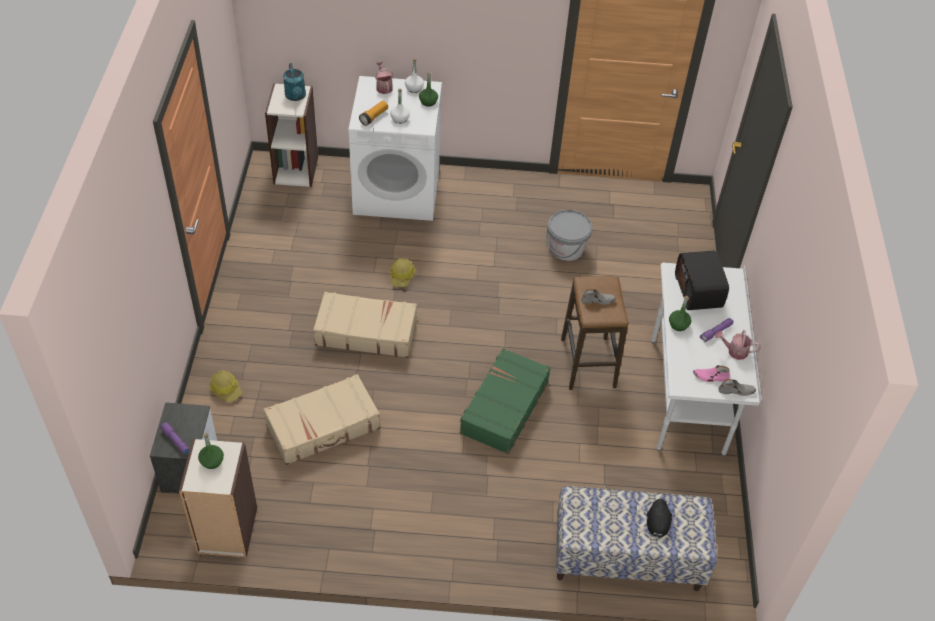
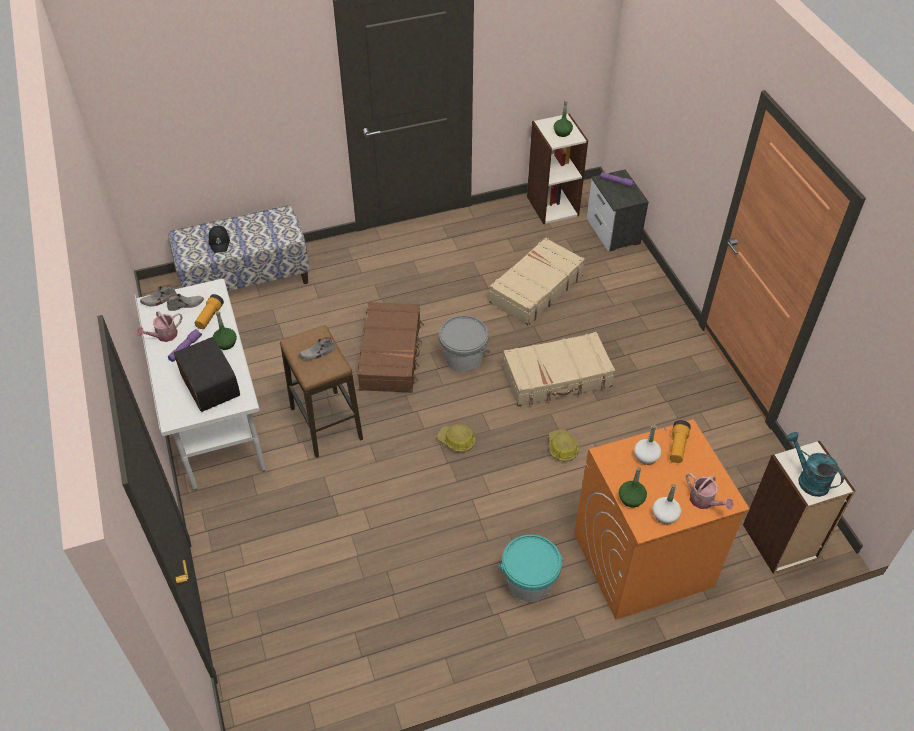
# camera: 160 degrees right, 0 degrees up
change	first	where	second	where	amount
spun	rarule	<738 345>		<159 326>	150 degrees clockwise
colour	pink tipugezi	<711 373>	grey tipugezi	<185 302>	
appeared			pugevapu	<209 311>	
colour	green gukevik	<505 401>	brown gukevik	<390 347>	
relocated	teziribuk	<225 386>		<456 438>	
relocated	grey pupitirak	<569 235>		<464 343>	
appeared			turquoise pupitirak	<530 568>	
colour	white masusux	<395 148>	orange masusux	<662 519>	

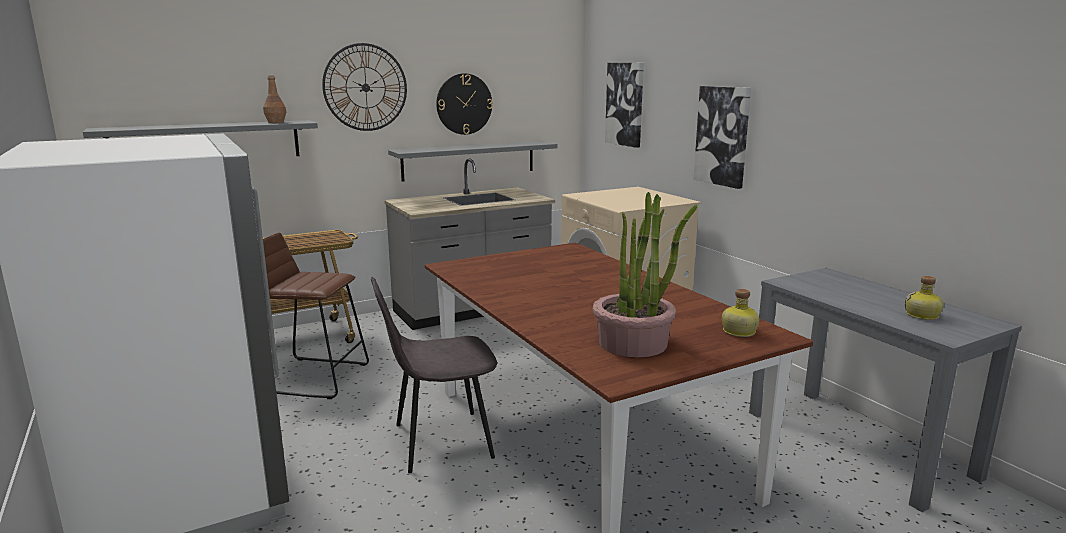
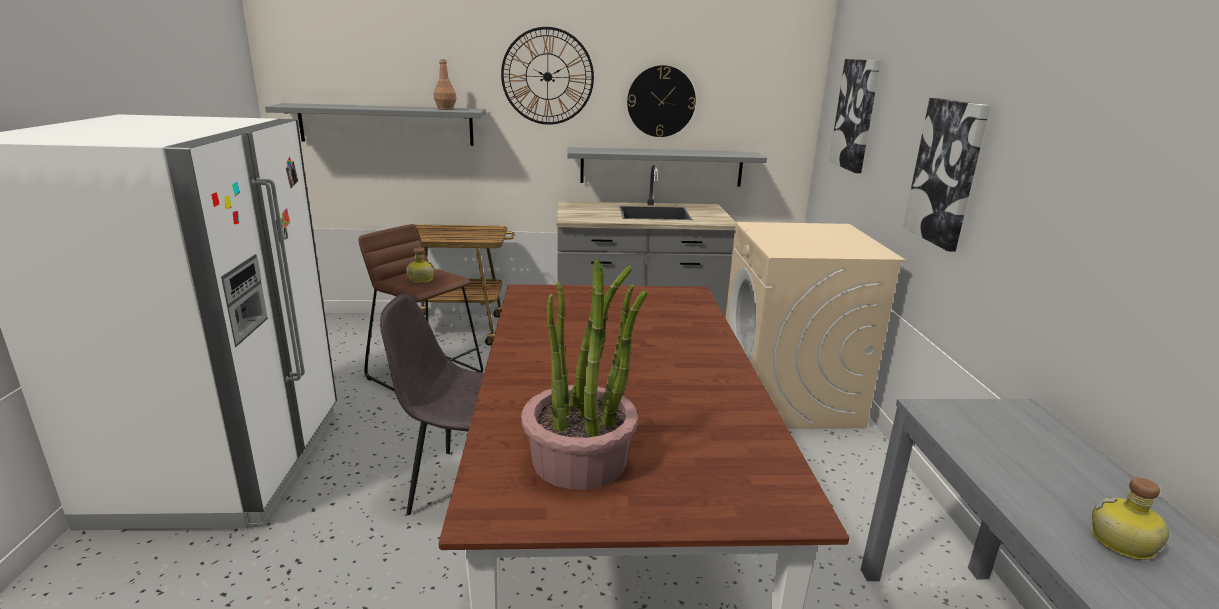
# camera: 25 degrees right, 5 degrees up
change	first	where	second	where	amount
relocated	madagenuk	<741 313>		<420 265>	

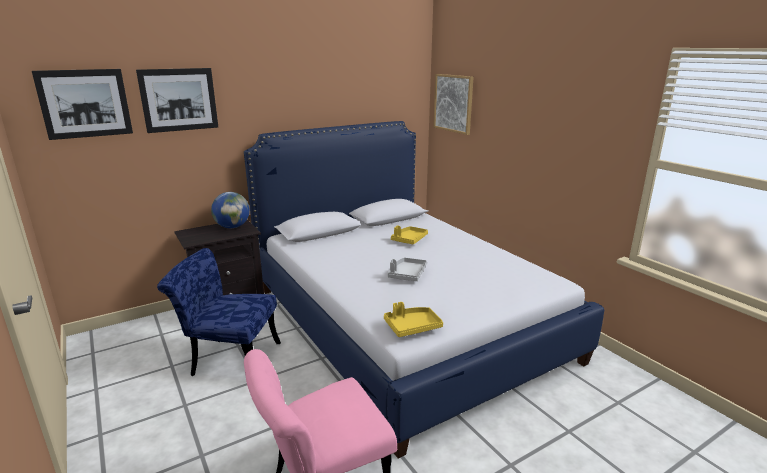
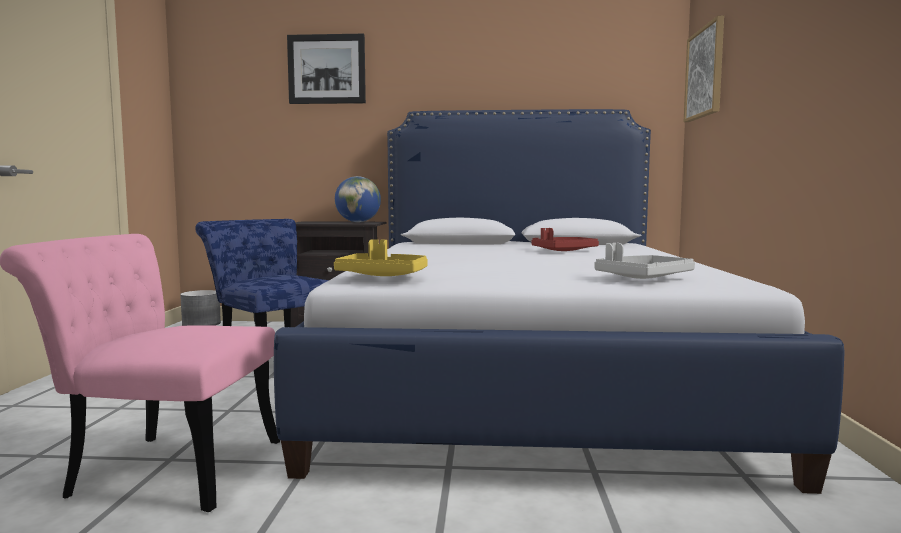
# camera: 35 degrees right, 15 degrees down
change	first	where	second	where	amount
appeared			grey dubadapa	<200 308>	
colour	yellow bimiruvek	<409 235>	red bimiruvek	<565 239>	
relocated	grey bimiruvek	<407 269>		<644 261>	
missing	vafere	<82 104>			

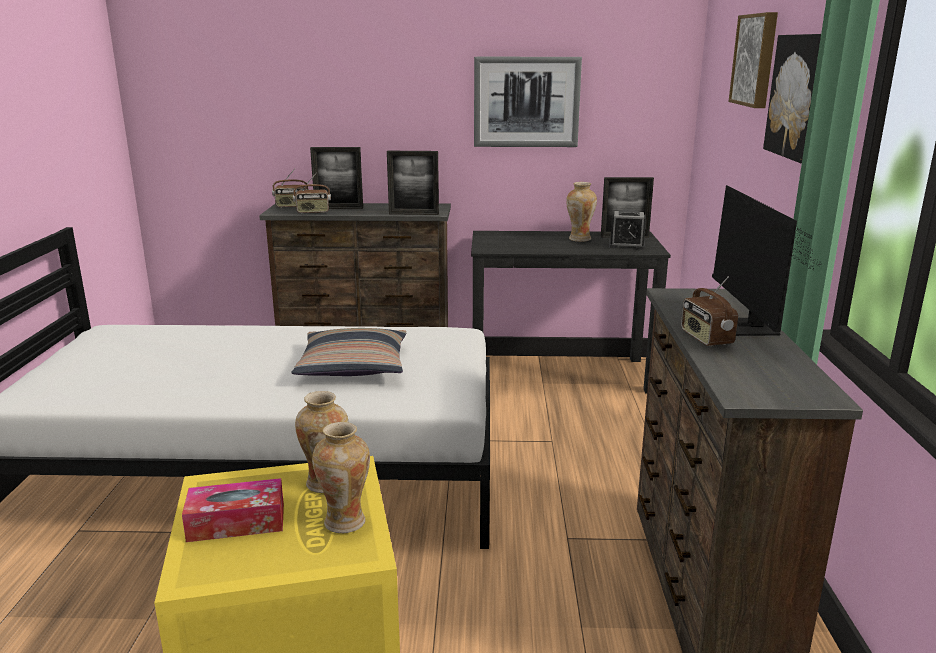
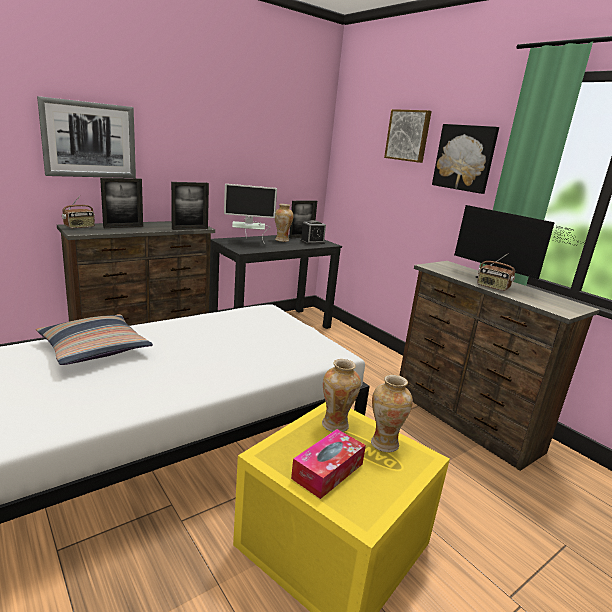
# camera: 40 degrees left, 0 degrees up
change	first	where	second	where	amount
relocated	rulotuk	<349 352>		<94 339>	
relocated	vafere	<528 102>		<86 137>	
appeared			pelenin	<250 214>	
missing	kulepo	<312 193>			

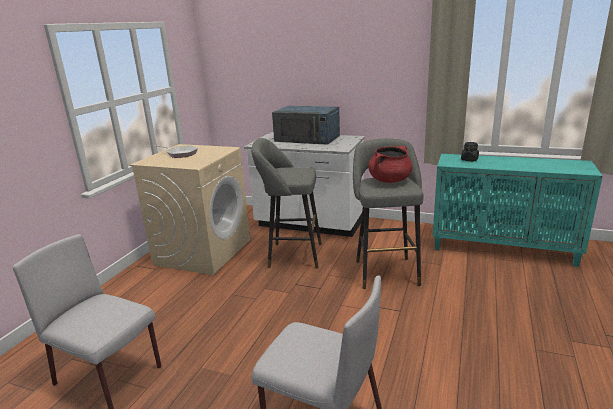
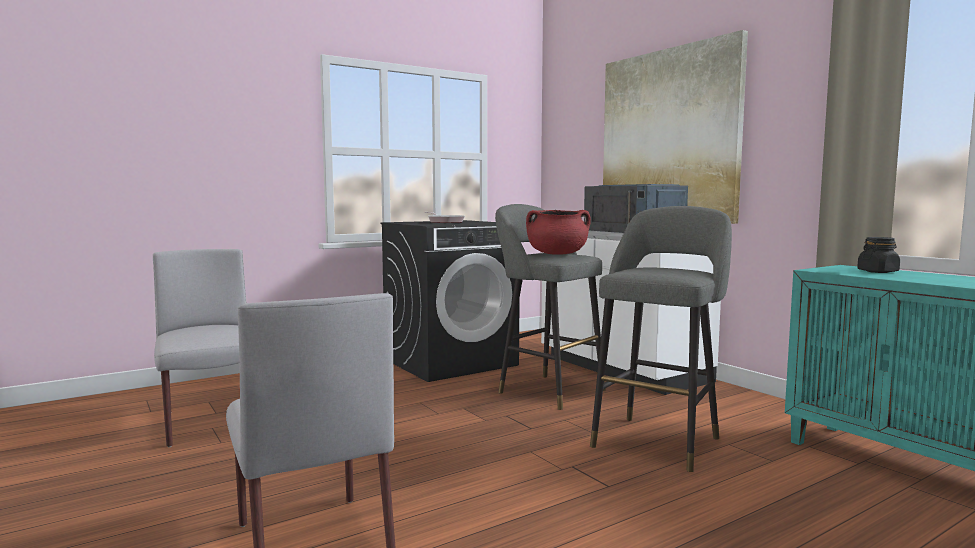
# camera: 35 degrees right, 15 degrees down
change	first	where	second	where	amount
colour	beige masusux	<190 209>	black masusux	<449 301>	
relocated	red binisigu	<390 164>		<558 232>	
appeared			vafere	<675 127>	

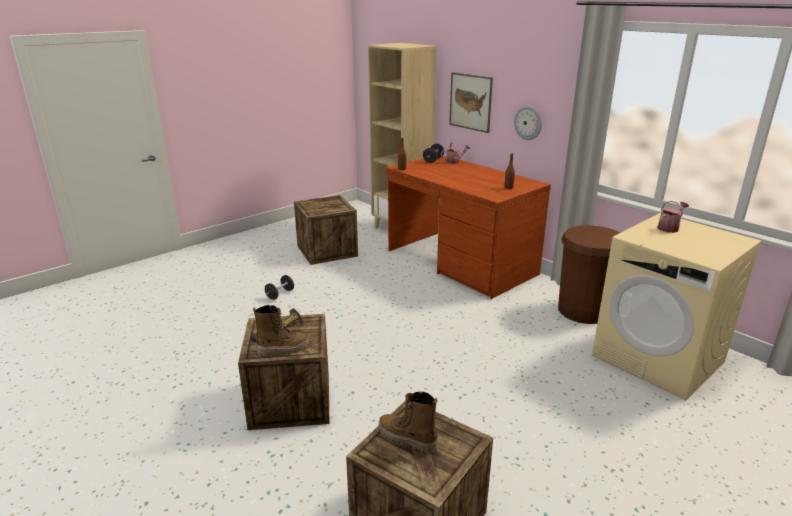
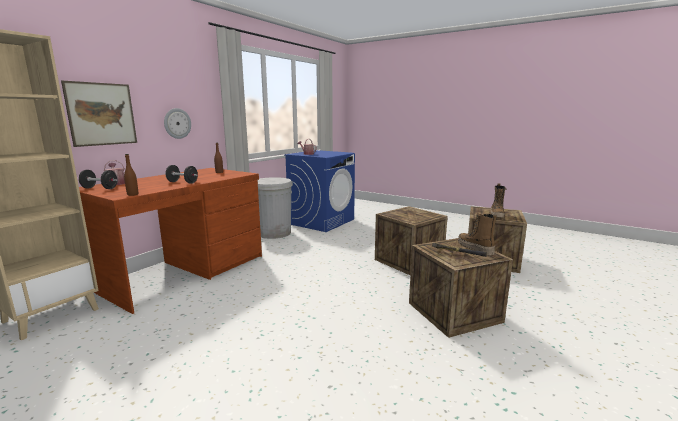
# camera: 105 degrees left, 10 degrees down
change	first	where	second	where	amount
relocated	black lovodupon	<279 287>		<181 174>	
colour	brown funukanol	<589 274>	white funukanol	<275 208>	
colour	beige masusux	<677 306>	blue masusux	<319 191>	
relocated	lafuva	<326 230>		<411 240>	

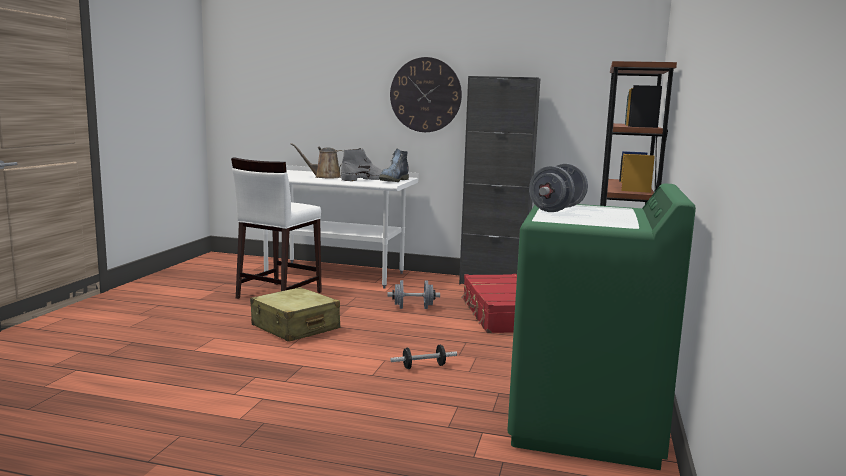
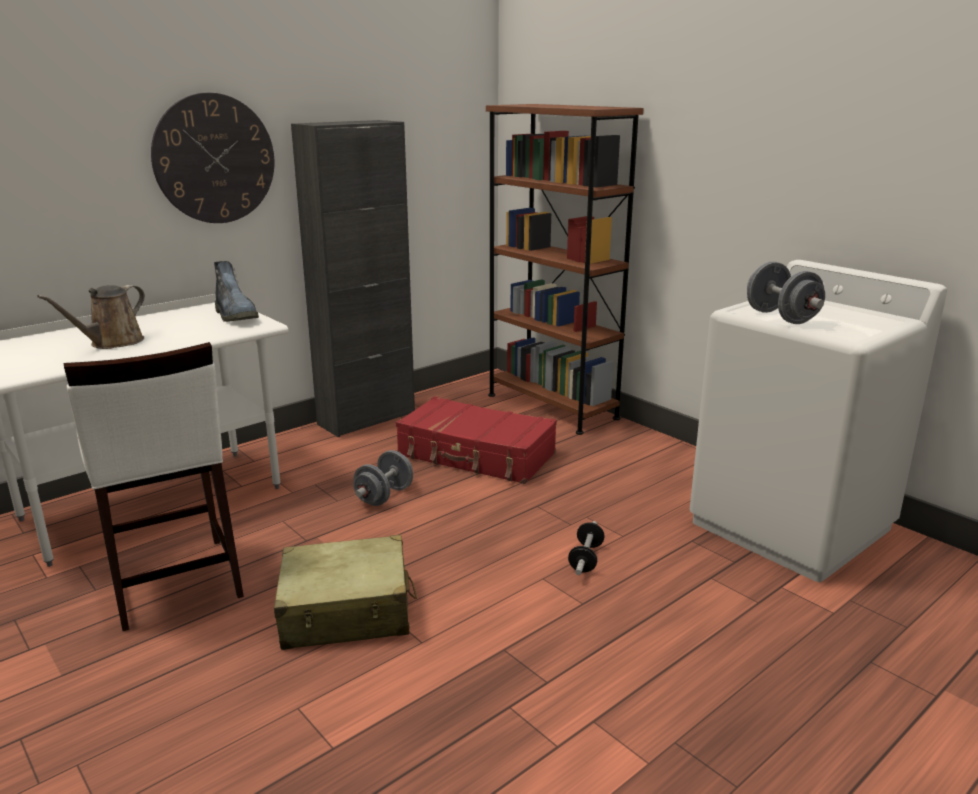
# camera: 55 degrees left, 10 degrees up
change	first	where	second	where	amount
colour	green masusux	<601 326>	white masusux	<818 421>	
missing	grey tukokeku	<361 164>			

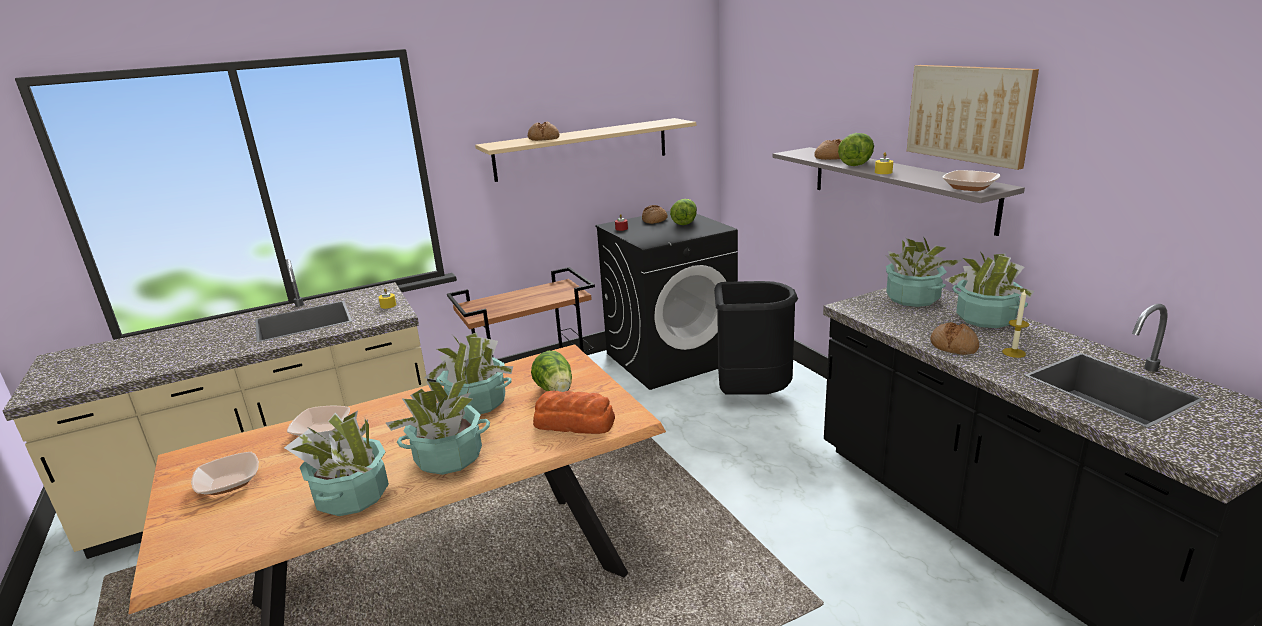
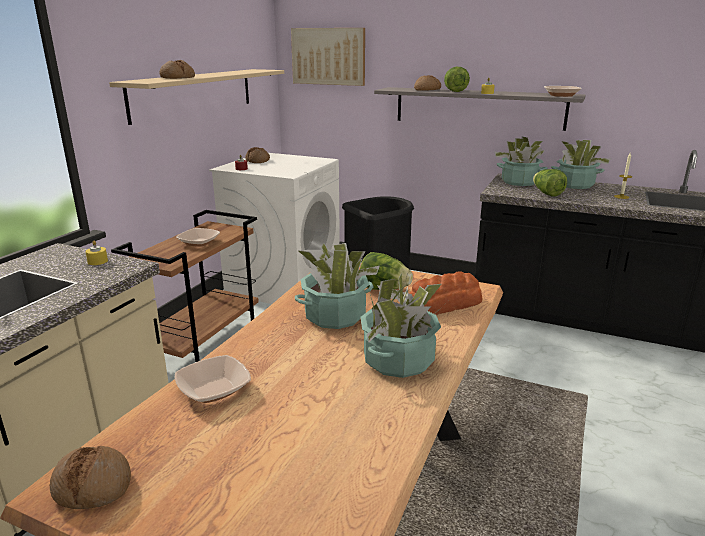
# camera: 40 degrees left, 0 degrees up
change	first	where	second	where	amount
relocated	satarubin	<954 338>		<90 477>	
relocated	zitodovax	<225 473>		<198 237>	
colour	black masusux	<666 300>	white masusux	<274 228>	
relocated	vafere	<973 117>		<328 57>	
relocated	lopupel	<683 212>		<550 182>	
missing	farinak	<336 463>			

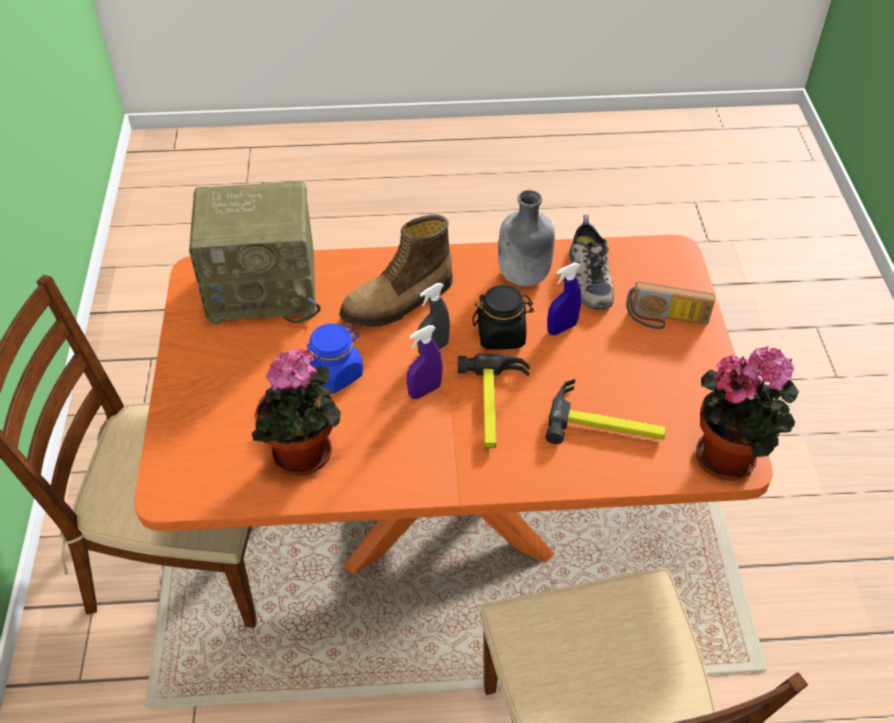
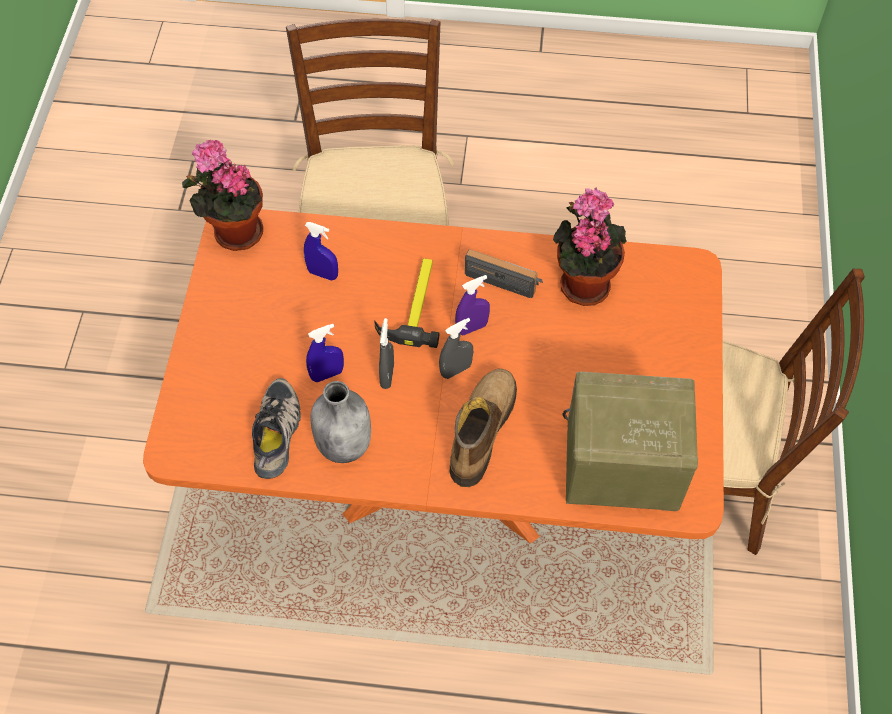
# camera: 170 degrees left, 10 degrees up
change	first	where	second	where	amount
exchanged	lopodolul	<605 411>	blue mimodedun	<321 251>	
exchanged	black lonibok	<503 317>	grey mimodedun	<386 353>	
spun	tukokeku	<396 270>		<483 428>	45 degrees counterclockwise
relocated	kulepo	<670 305>		<504 273>	
missing	blue lonibok	<335 359>			

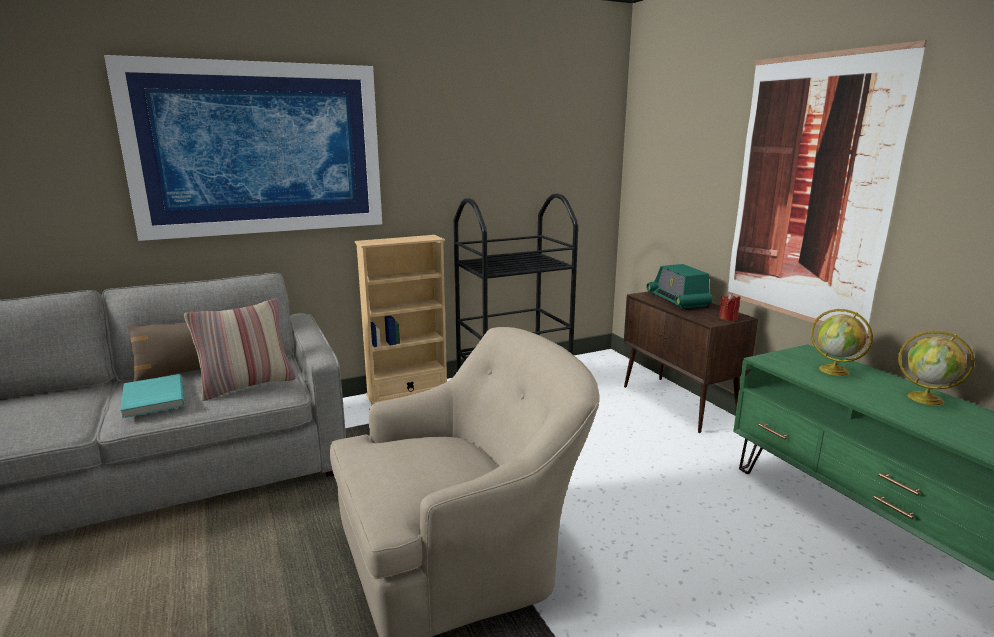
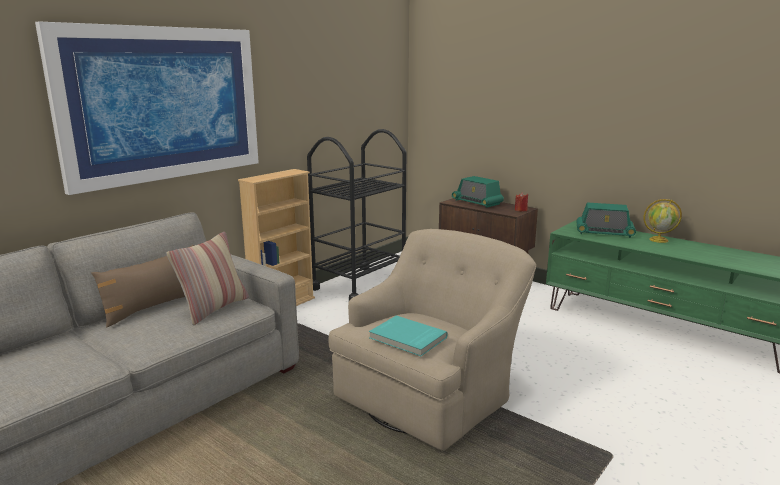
# camera: 25 degrees left, 0 degrees up
change	first	where	second	where	amount
relocated	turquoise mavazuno	<152 396>		<408 336>	
exchanged	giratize	<842 342>	kulepo	<606 220>	
missing	vafere	<827 188>			

